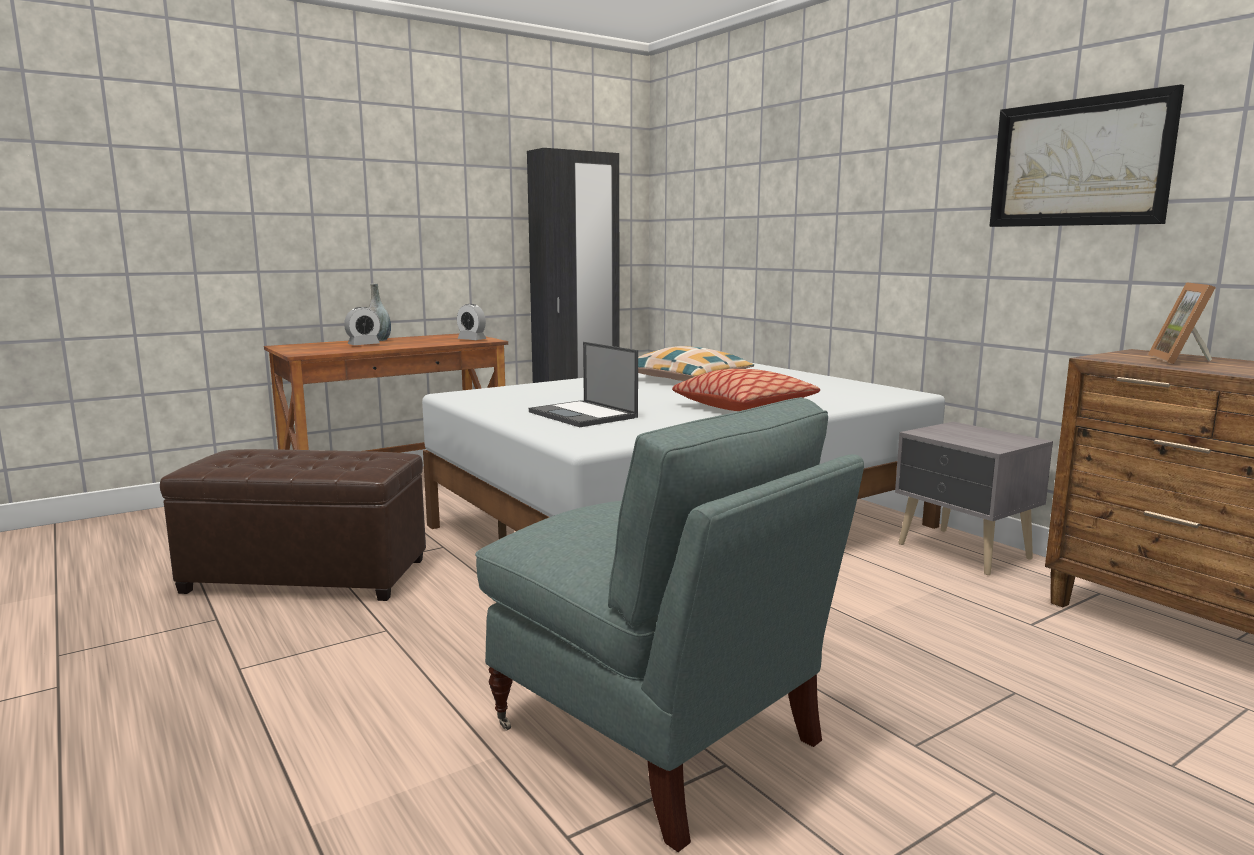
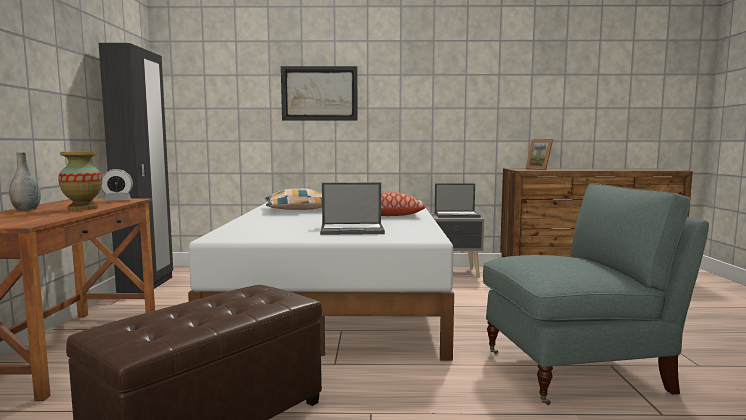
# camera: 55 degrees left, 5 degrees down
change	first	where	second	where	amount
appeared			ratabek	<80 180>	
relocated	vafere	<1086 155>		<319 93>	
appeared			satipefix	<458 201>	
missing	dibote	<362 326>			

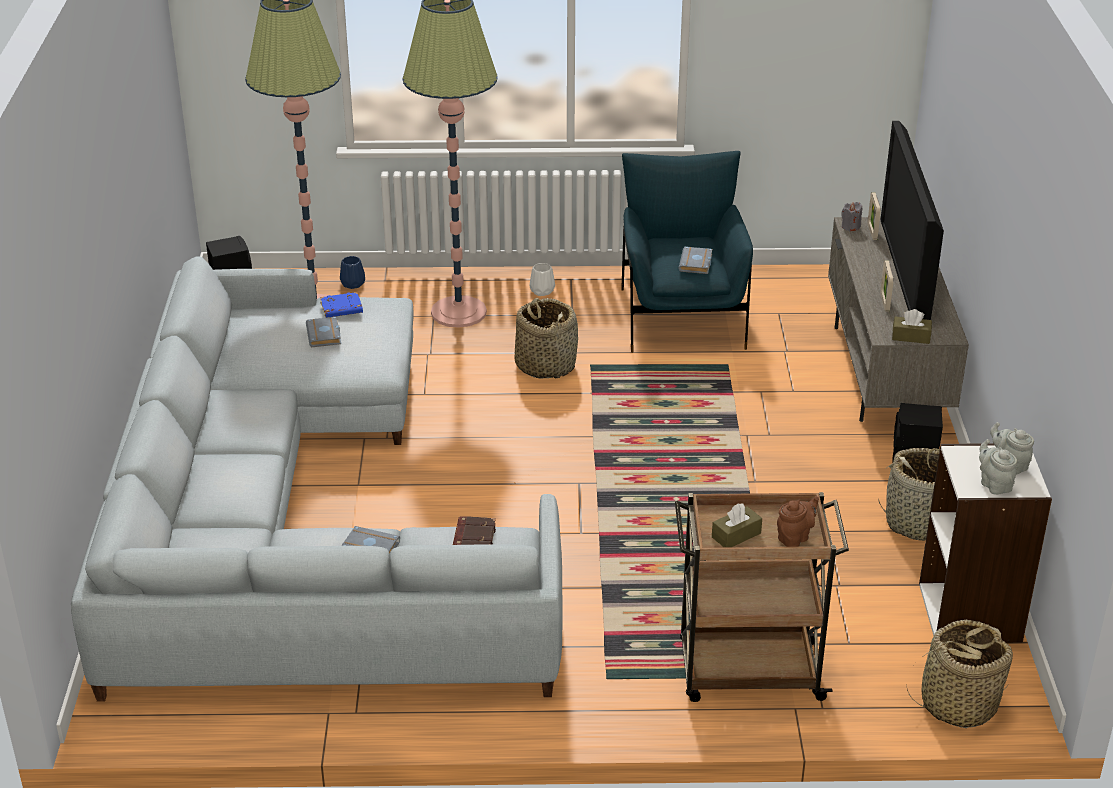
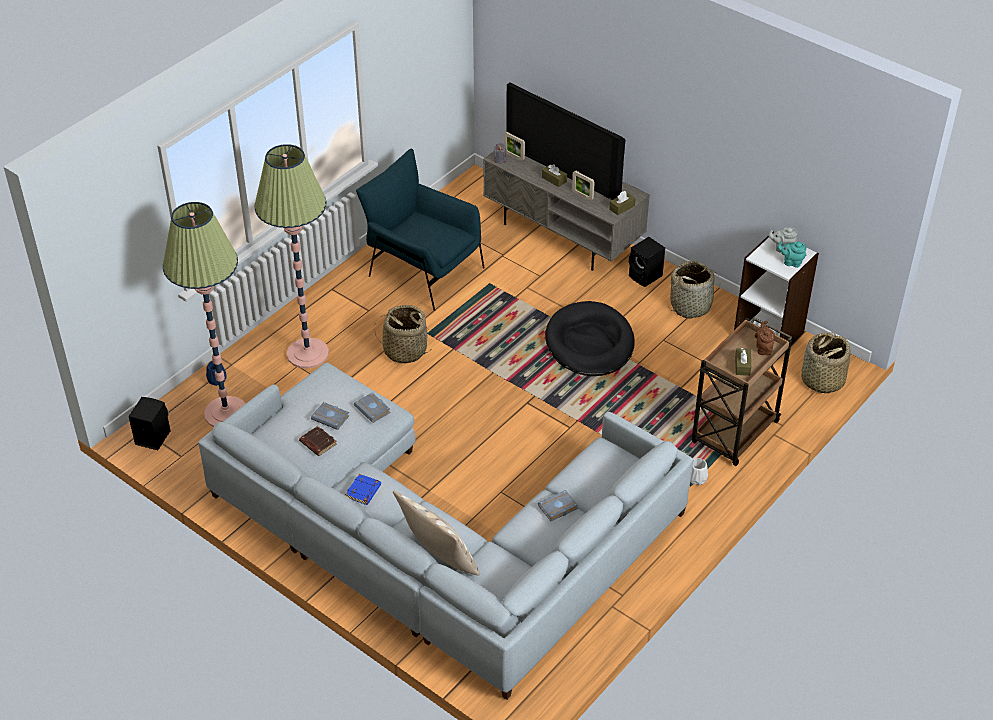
# camera: 50 degrees left, 10 degrees up
change	first	where	second	where	amount
relocated	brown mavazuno	<474 530>		<318 441>	
relocated	blue mavazuno	<341 305>		<363 489>	
relocated	grey mavazuno	<695 260>		<372 408>	
appeared			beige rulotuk	<436 533>	
appeared			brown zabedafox	<554 175>	
appeared			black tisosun	<590 338>	
relocated	white ratabek	<542 279>		<699 471>	
colour	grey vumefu	<998 467>	turquoise vumefu	<792 255>	

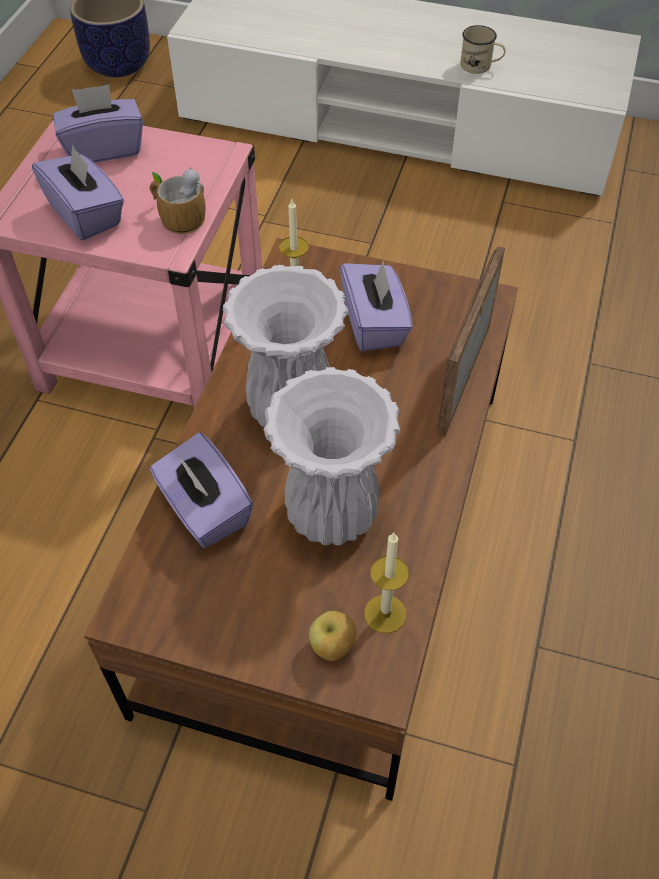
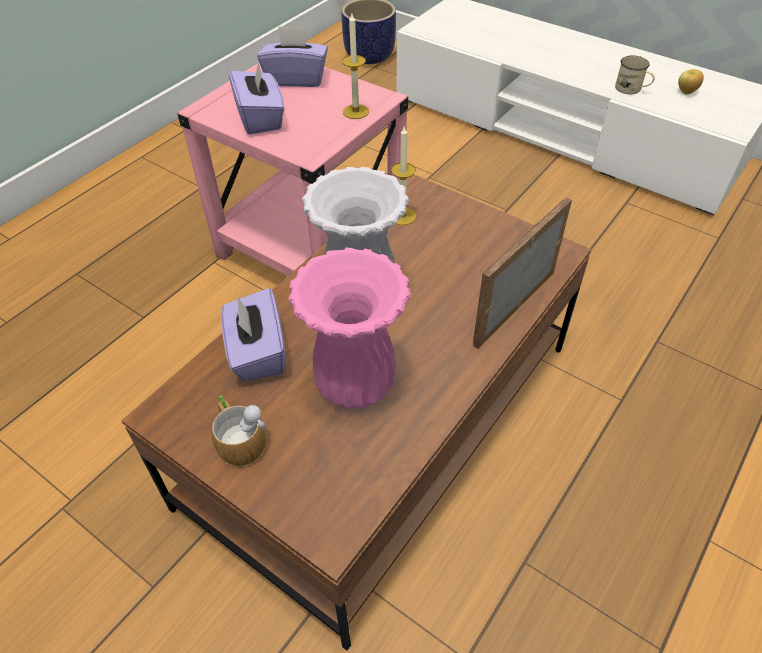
# camera: 20 degrees right, 5 degrees down
change	first	where	second	where	amount
relocated	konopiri	<177 200>		<238 431>	
colour	white ratabek	<331 456>	pink ratabek	<349 328>	
relocated	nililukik	<386 582>		<355 66>	
relocated	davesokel	<333 636>		<691 82>	
missing	purple zabedafox	<376 305>			

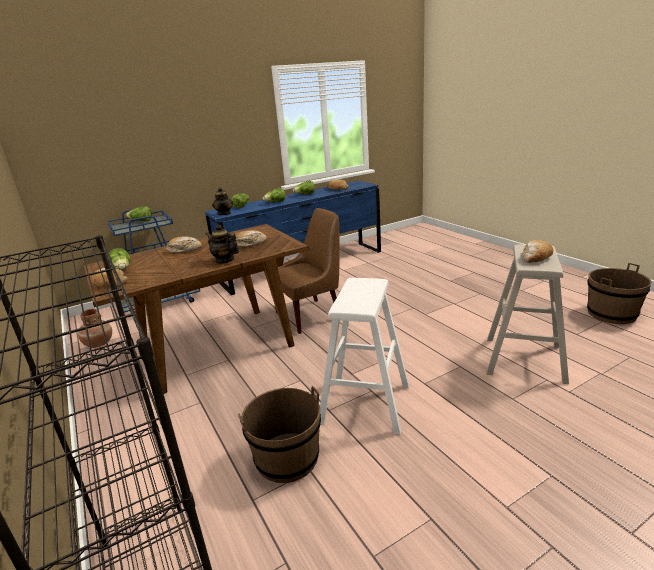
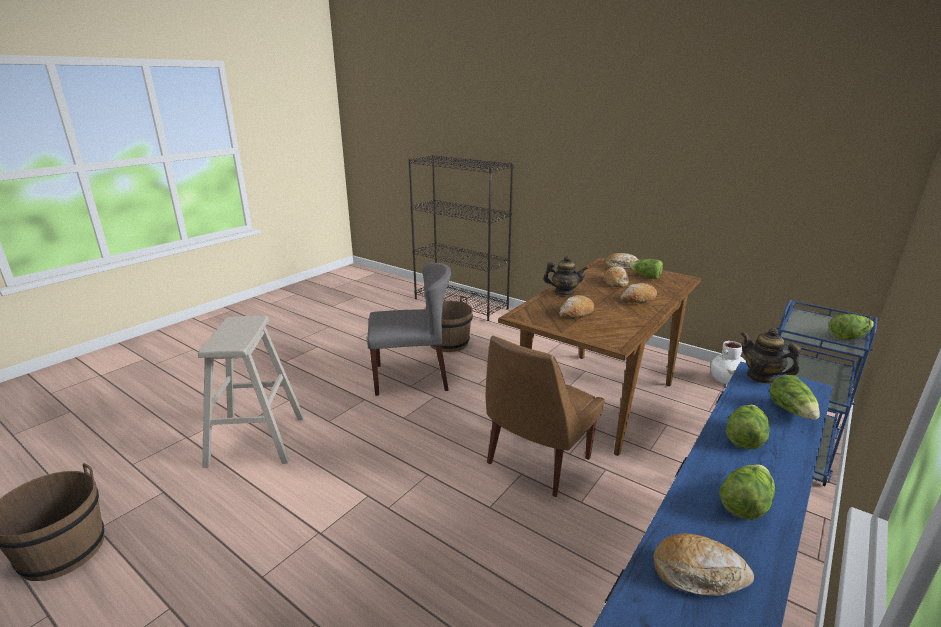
# camera: 155 degrees right, 0 degrees up
change	first	where	second	where	amount
exchanged	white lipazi	<364 356>	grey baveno	<409 329>	
relocated	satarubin	<537 251>		<616 277>	
colour	brown ratabek	<95 328>	white ratabek	<728 363>	

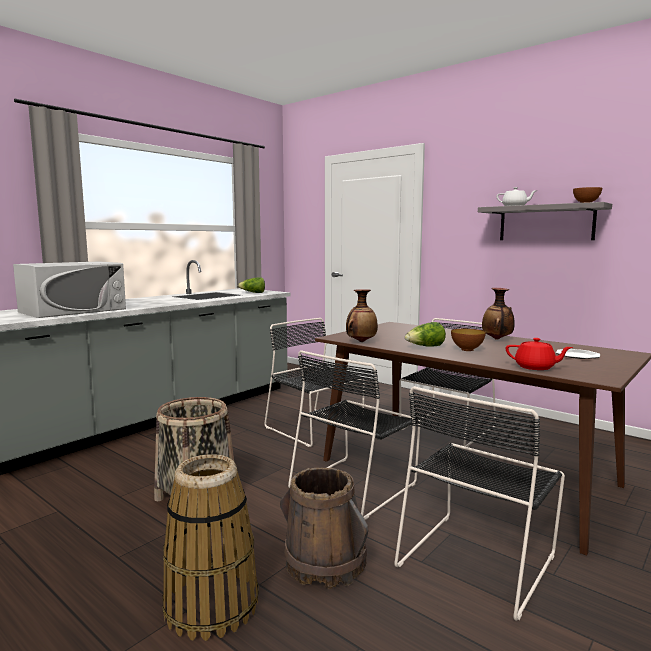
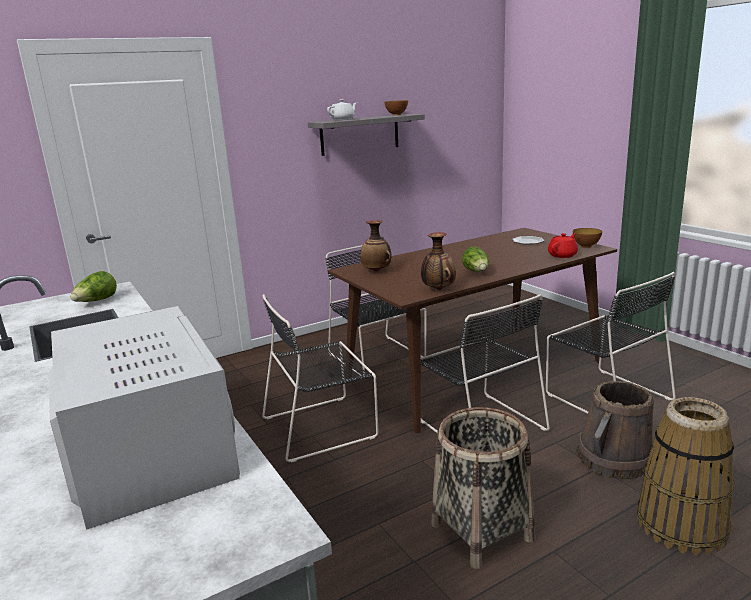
# camera: 70 degrees left, 10 degrees up
change	first	where	second	where	amount
relocated	ratabek	<498 314>		<375 246>	
relocated	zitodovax	<468 340>		<587 238>	

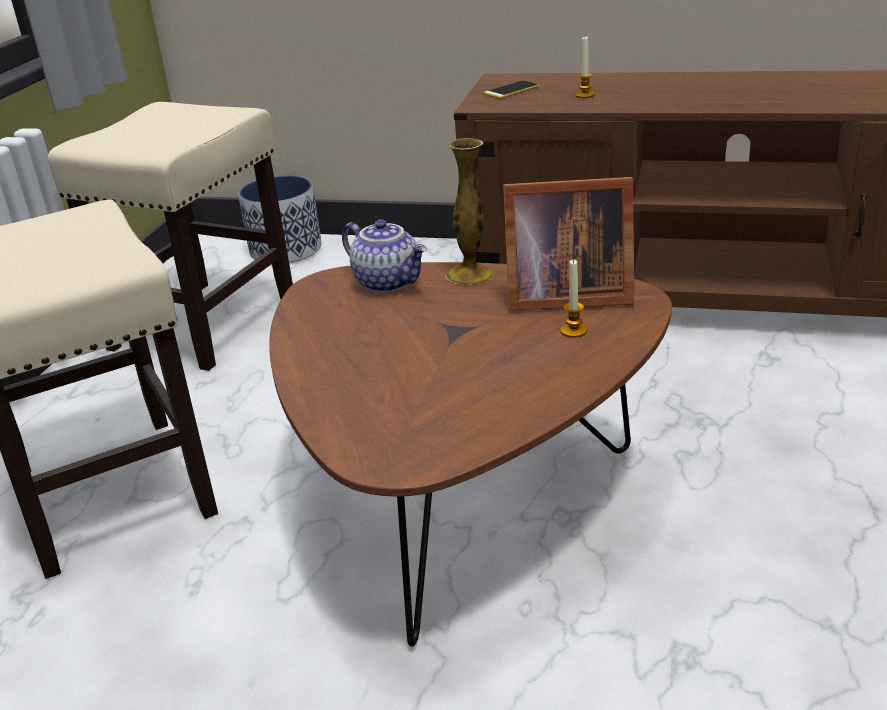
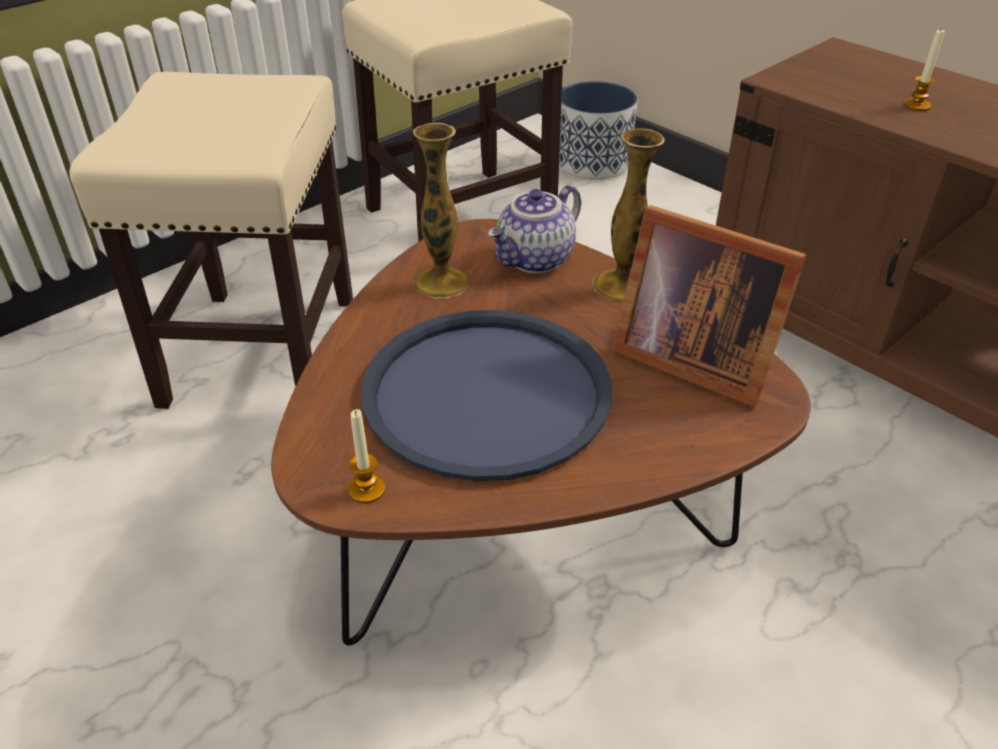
# camera: 30 degrees right, 10 degrees up
change	first	where	second	where	amount
relocated	nililukik	<573 298>		<366 456>	
appeared			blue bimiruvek	<486 395>	
appeared			ratabek	<441 211>	
spun	vumefu	<384 256>		<534 229>	60 degrees clockwise
missing	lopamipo	<511 89>			

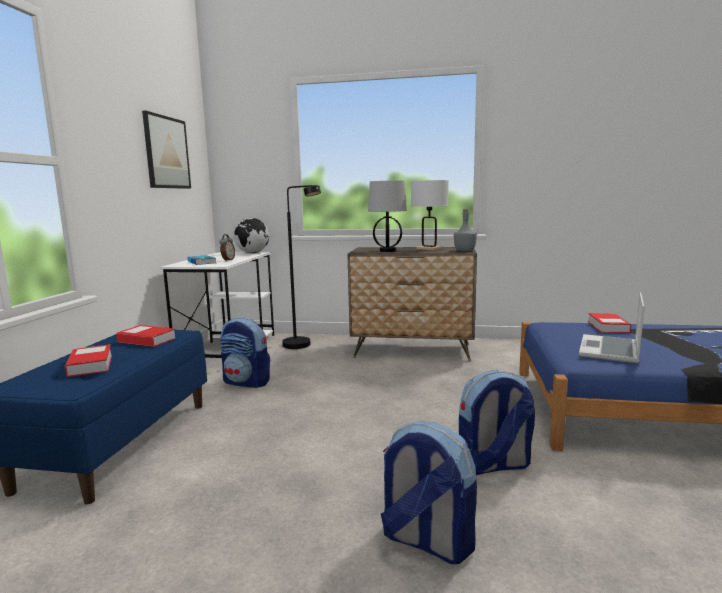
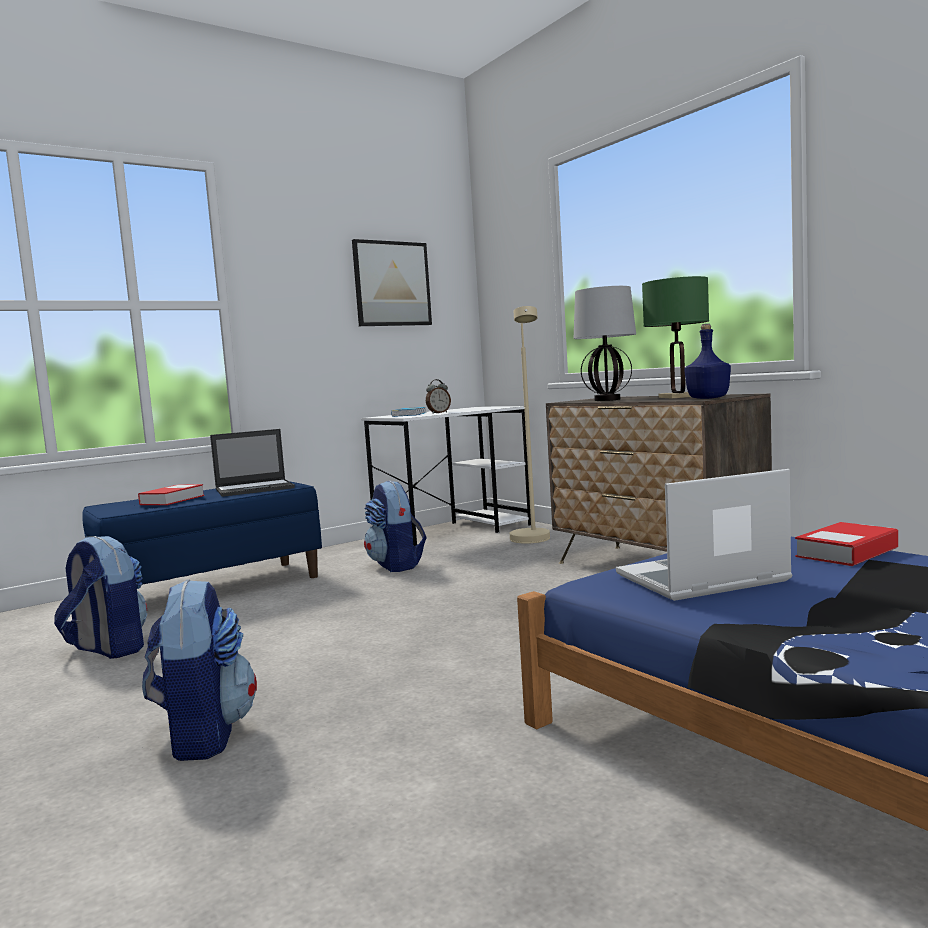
# camera: 45 degrees right, 5 degrees down
change	first	where	second	where	amount
relocated	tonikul	<497 422>		<100 597>	
exchanged	mavazuno	<146 336>	satipefix	<252 463>	
colour	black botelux	<301 267>	beige botelux	<530 425>	
colour	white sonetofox	<430 215>	green sonetofox	<675 337>	
colour	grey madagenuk	<465 230>	blue madagenuk	<707 361>	
missing	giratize	<251 235>			

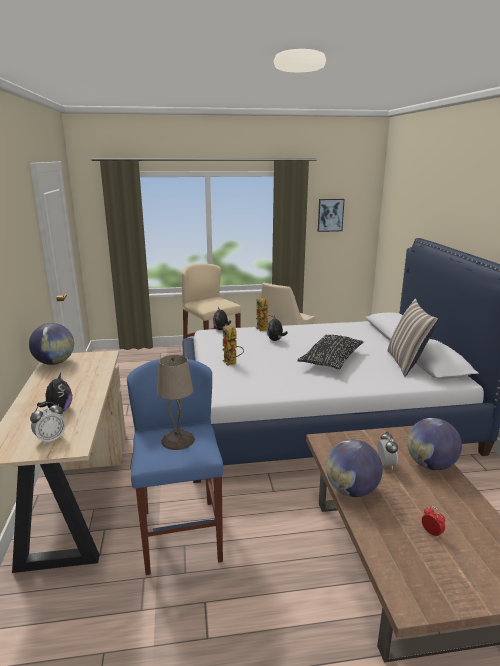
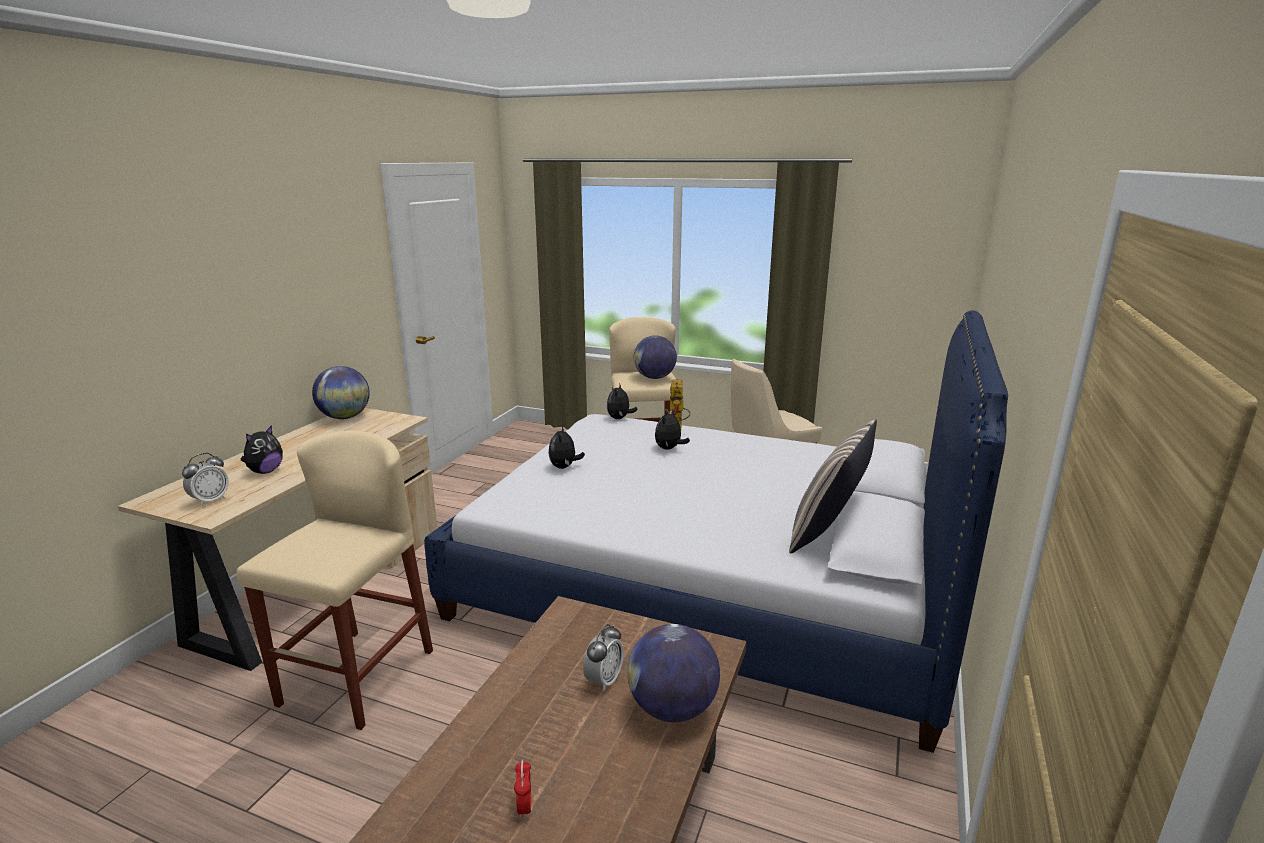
# camera: 30 degrees right, 0 degrees up
change	first	where	second	where	amount
spun	dibote	<48 423>		<205 479>	45 degrees counterclockwise
colour	blue lipazi	<175 467>	beige lipazi	<335 580>	
exchanged	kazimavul	<233 345>	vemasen	<567 447>	
relocated	giratize	<354 468>		<655 357>	
missing	beige sonetofox	<176 402>			
missing	black rulotuk	<331 352>			
missing	vafere	<331 215>			

